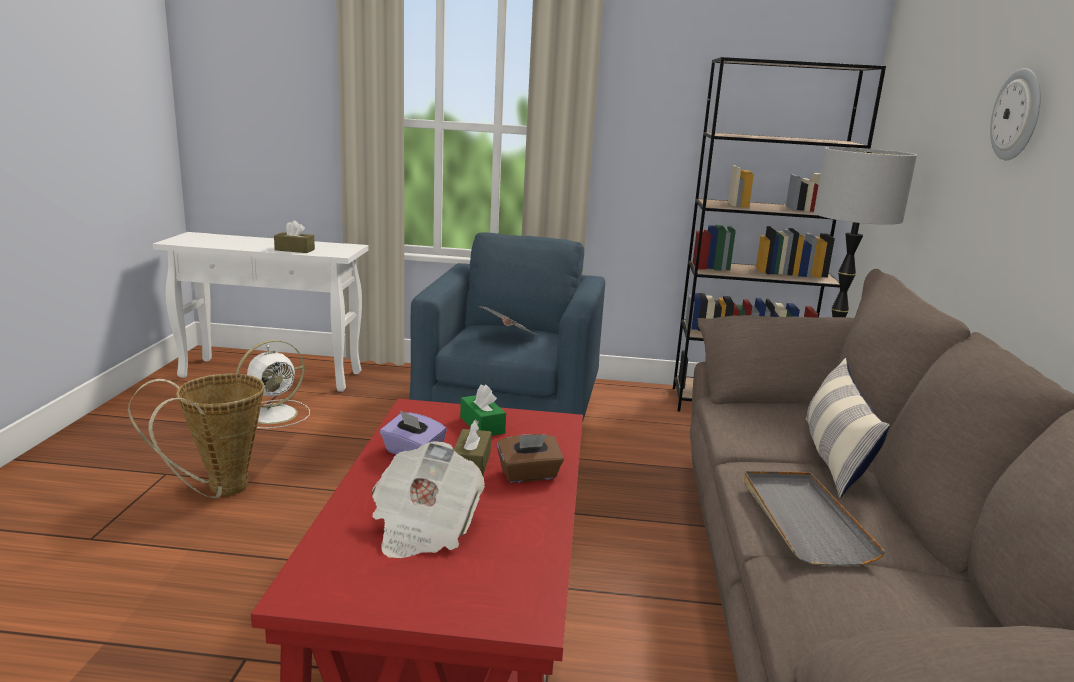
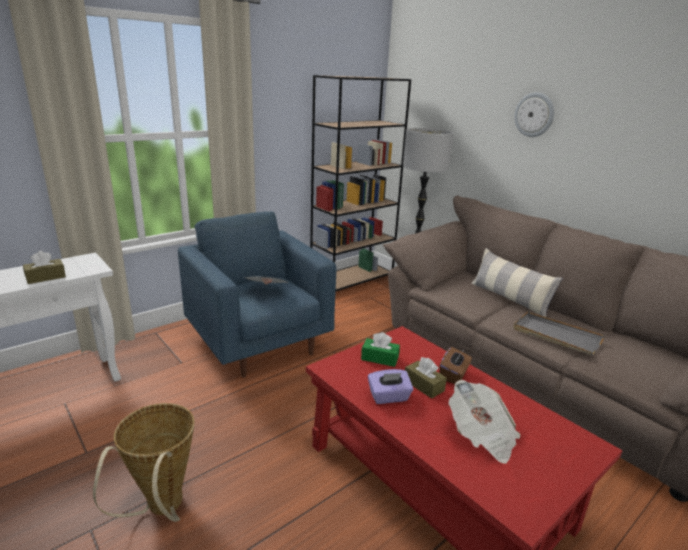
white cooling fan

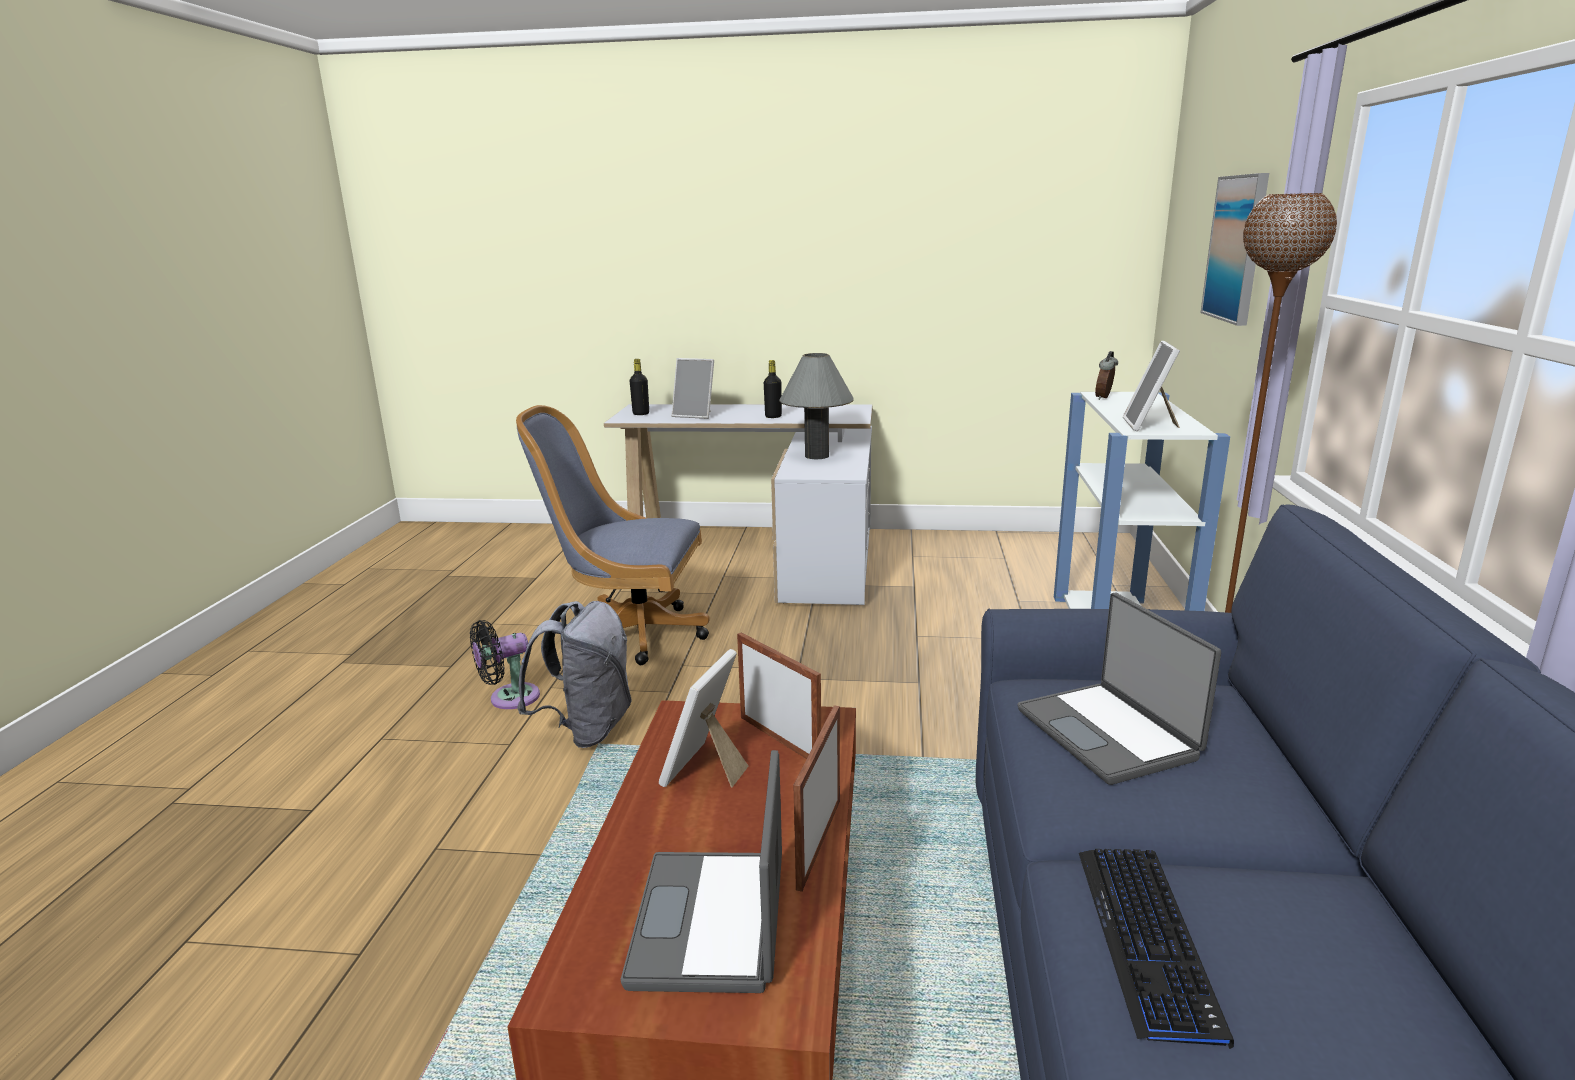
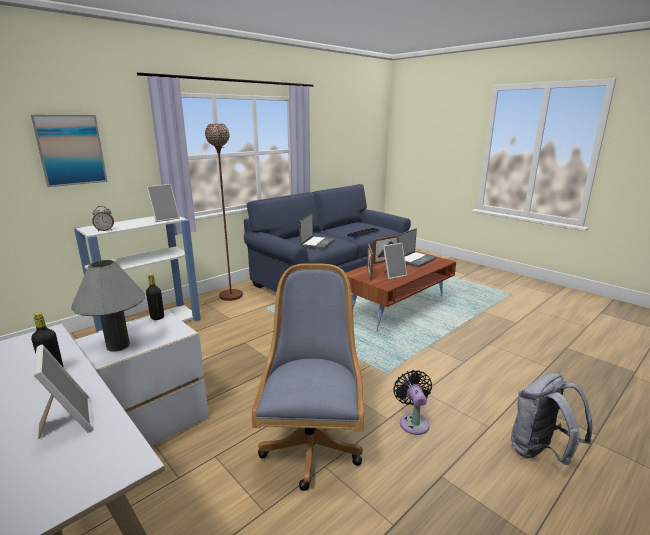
gray knapsack
blackish beverage bottle (2nd from left)
blackish cooling fan
blue computer chair

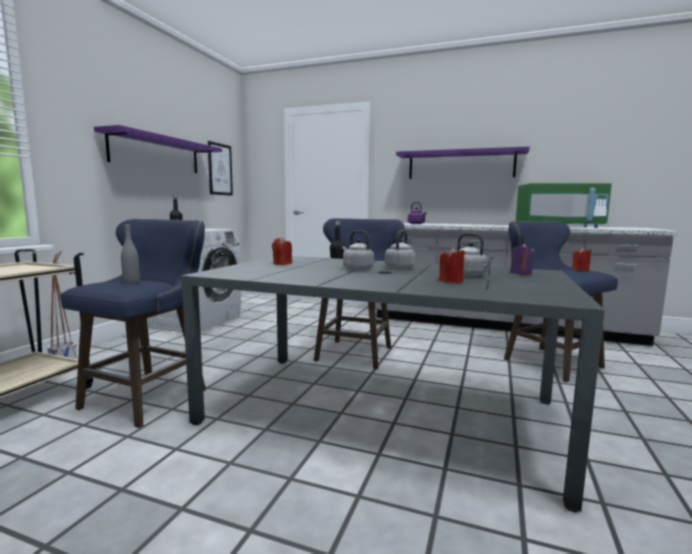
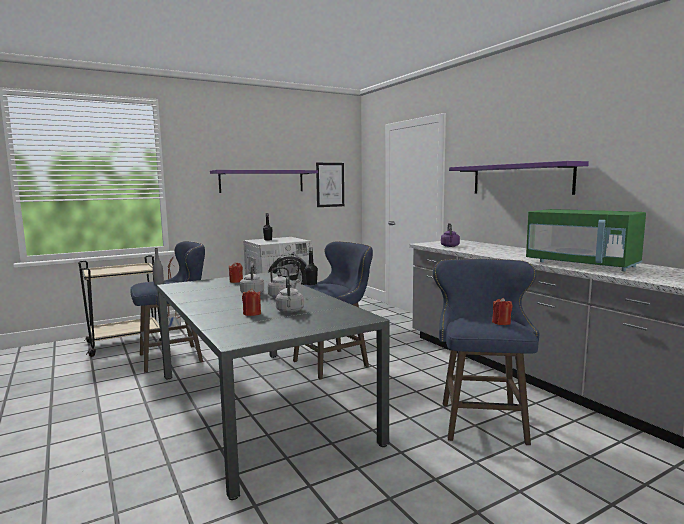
purple wax light

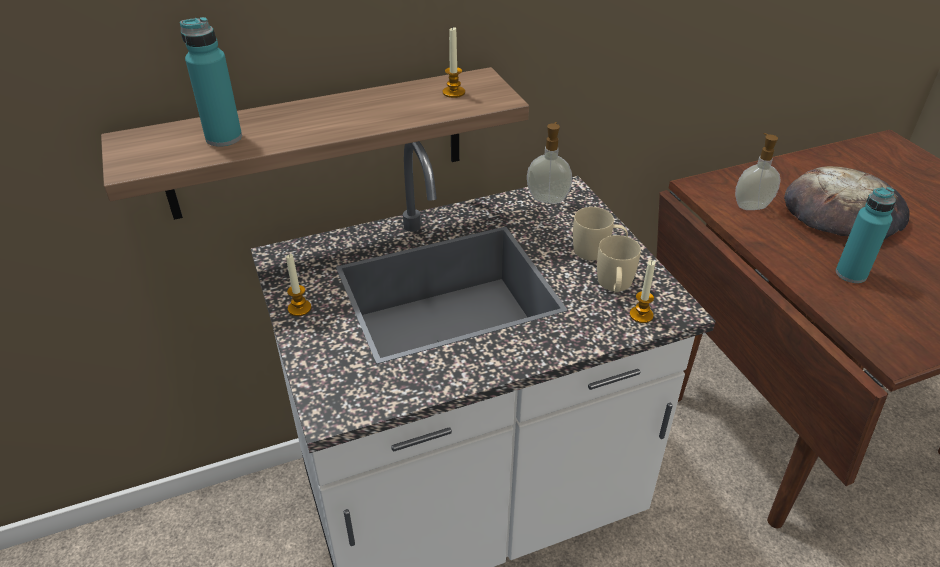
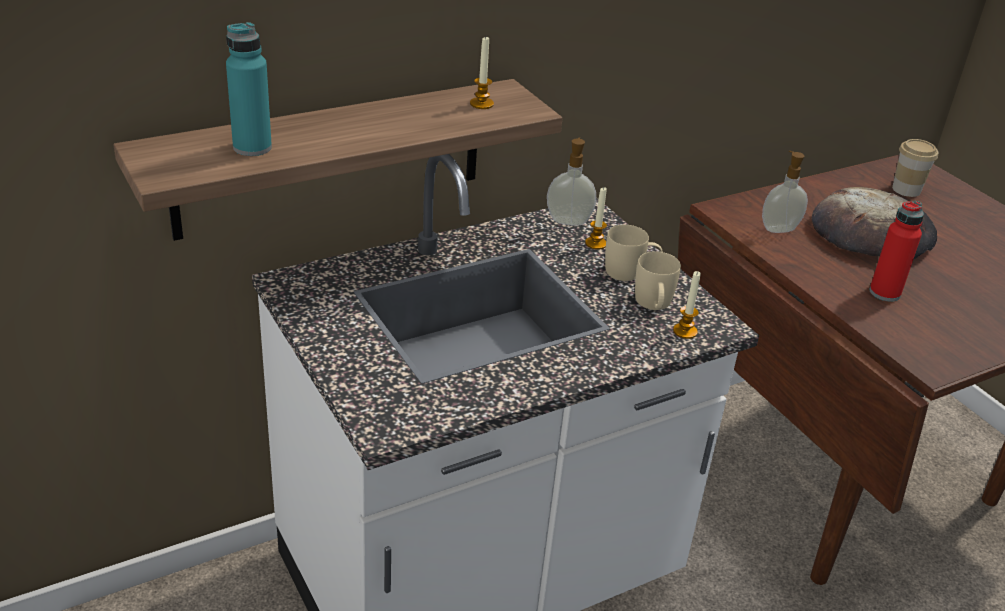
cup
wax light (2nd from left)
reddish beverage bottle

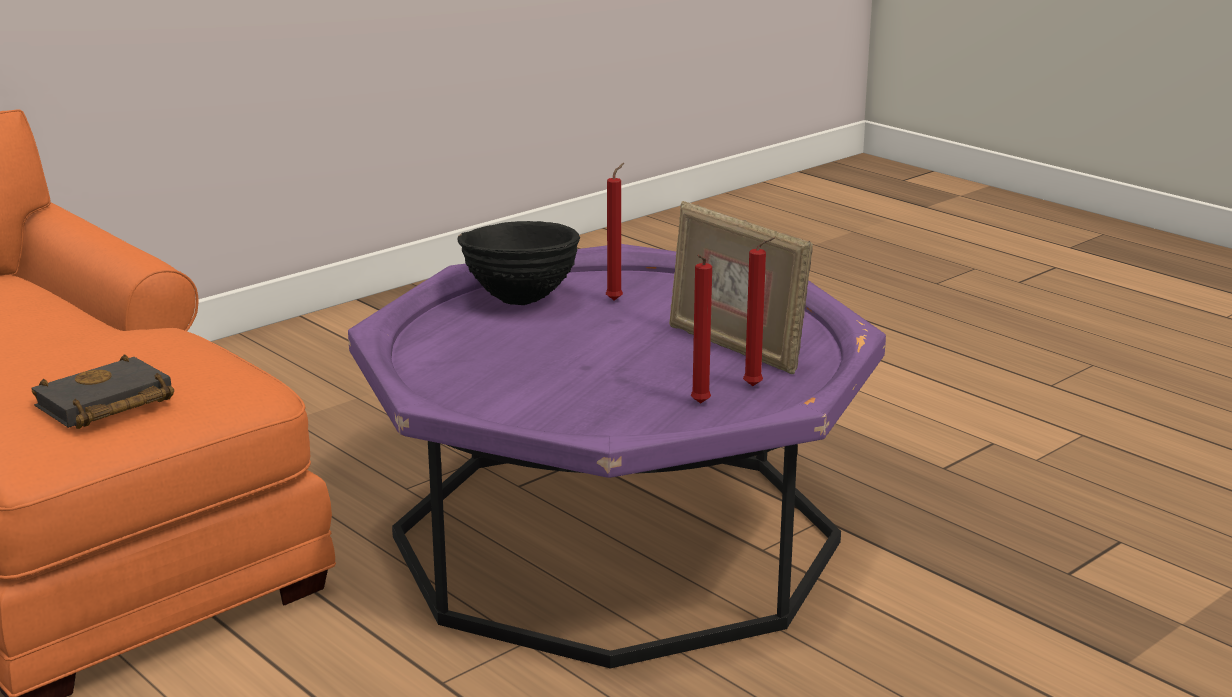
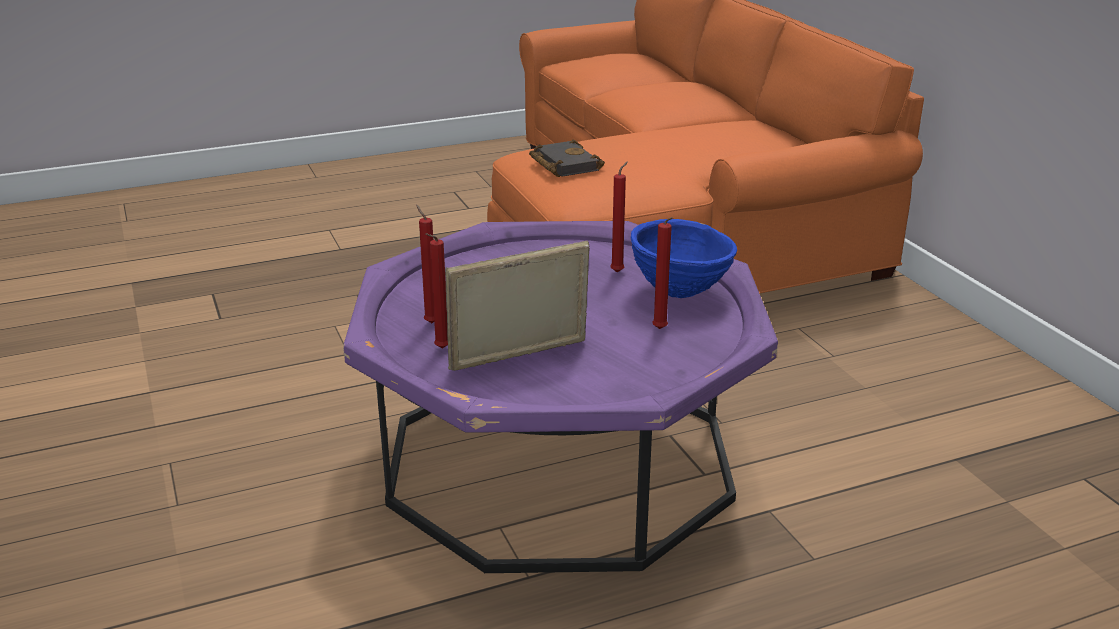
reddish wax light (3rd from left)
blue serving bowl

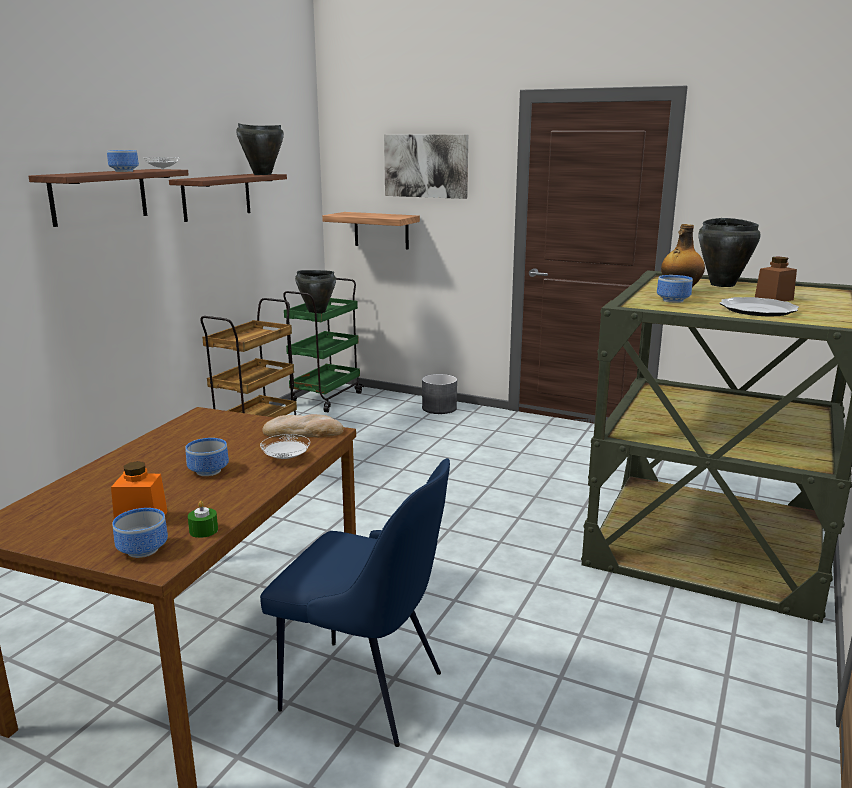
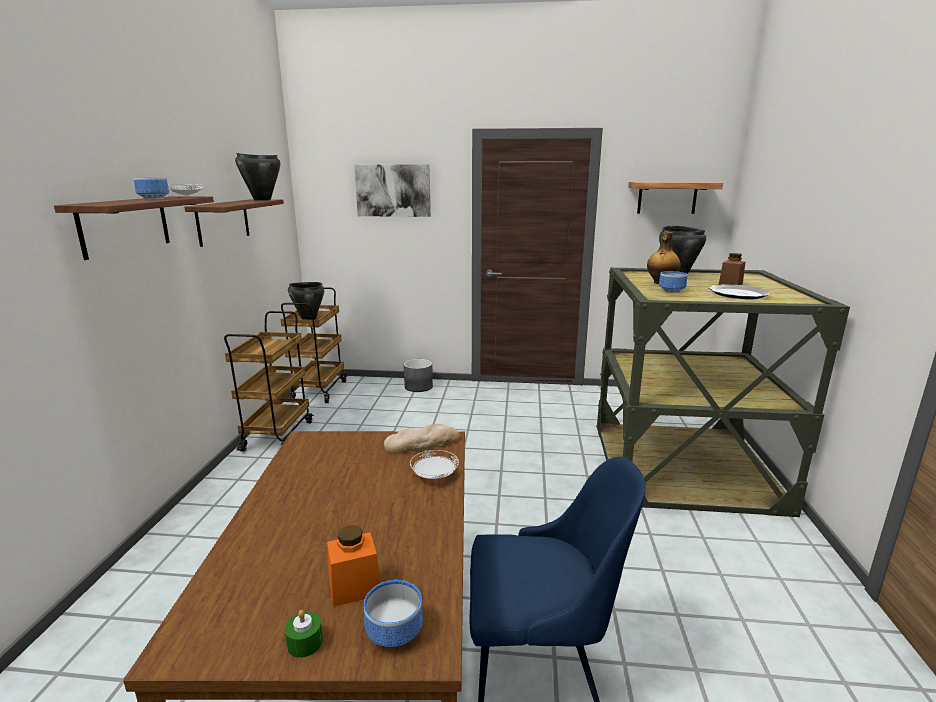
serving bowl (3rd from left in the first image)
greenish wax light
wall shelf (3rd from left)
brownish trolley (2nd from left)

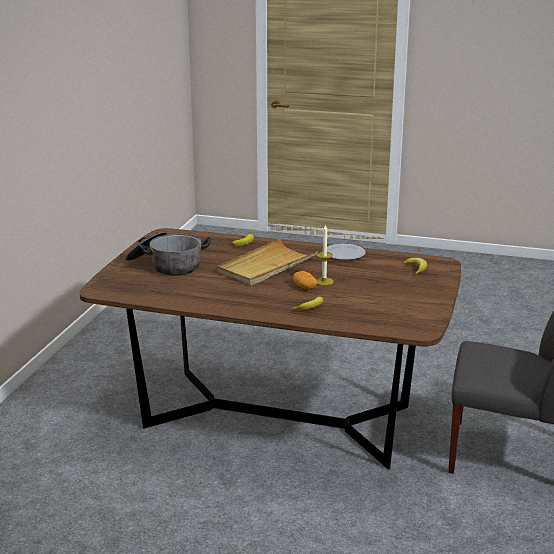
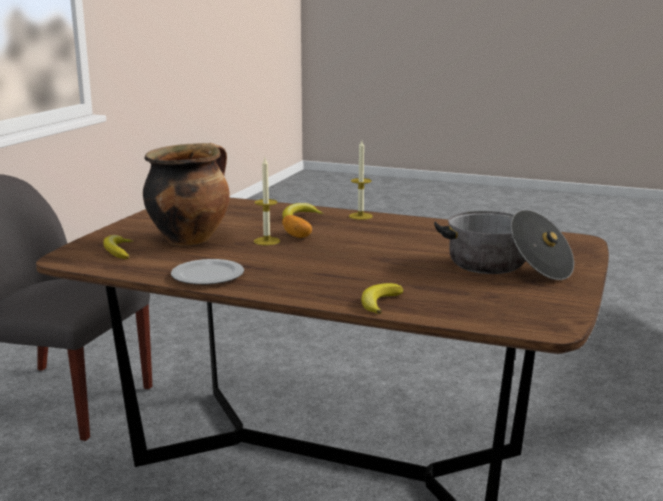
beige serving tray
saucepot (1st from left)
wax light (2nd from left)

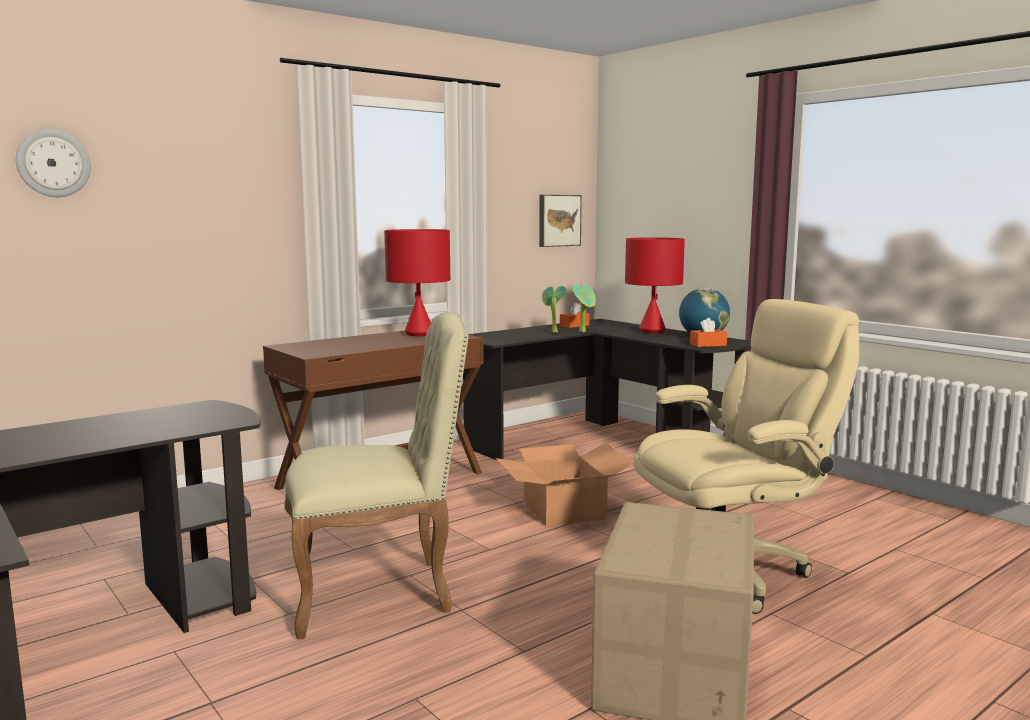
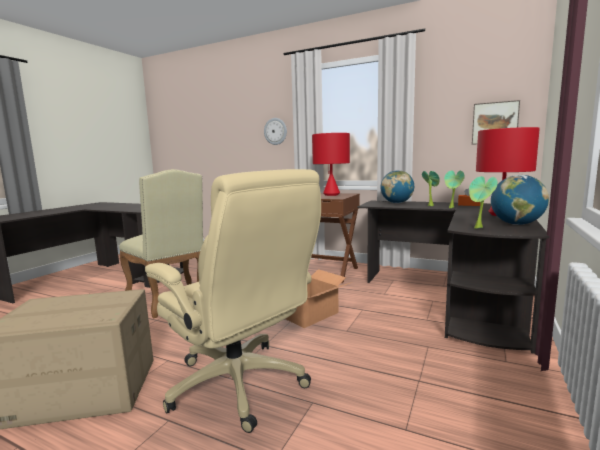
world globe (1st from left)
clock on the wall
plant in a pot (3rd from left)

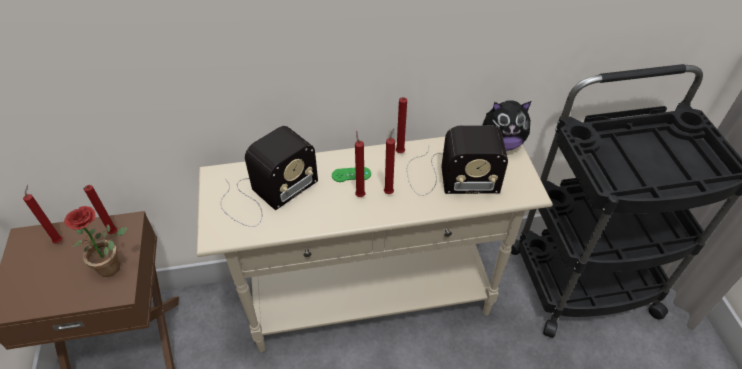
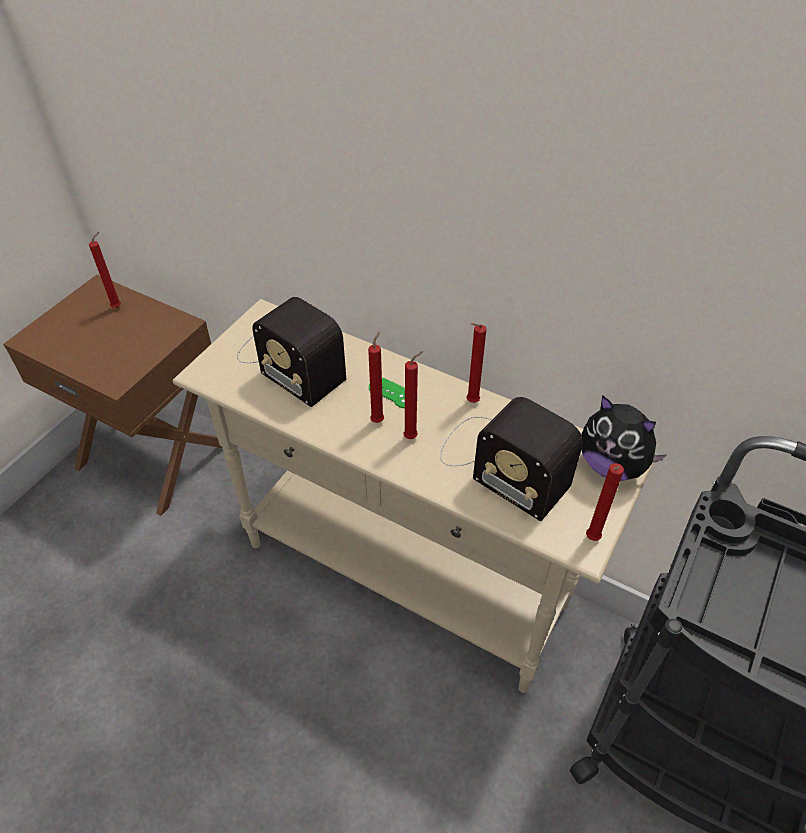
plant in a pot
reddish wax light (5th from left)
radio set (1st from left)

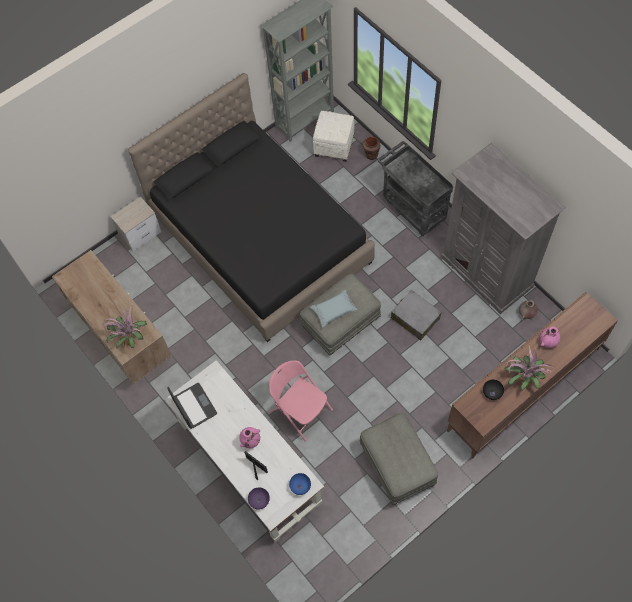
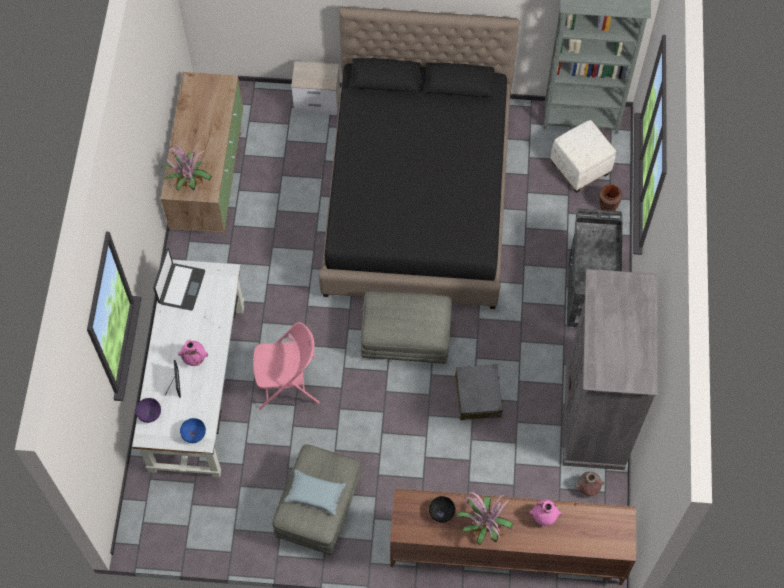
blue cushion
pinkish upright chair

